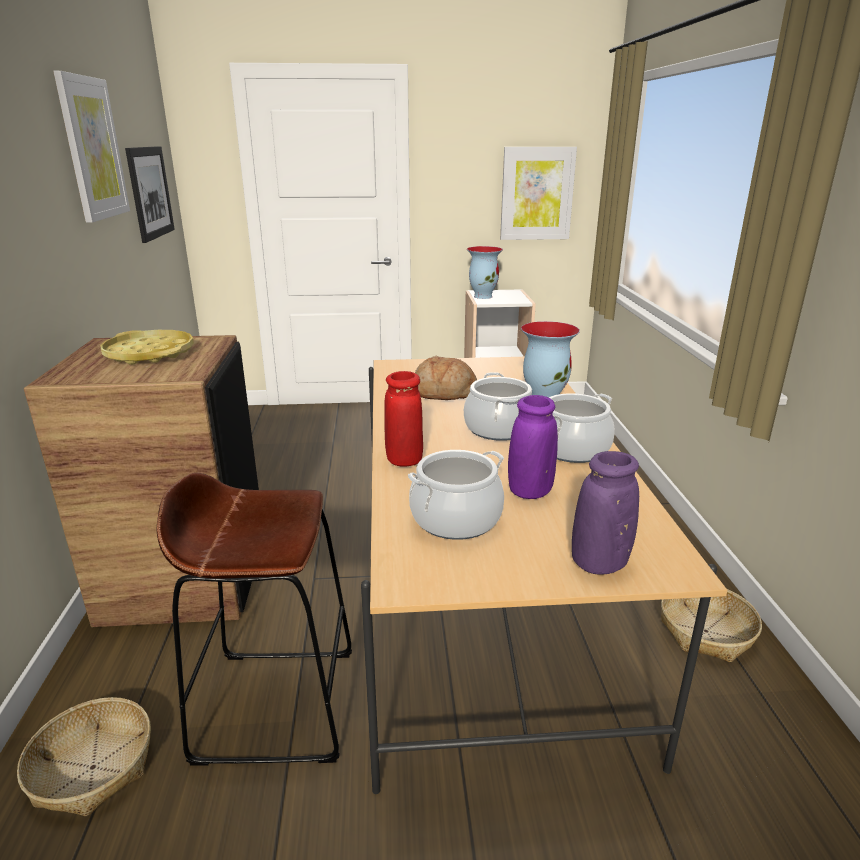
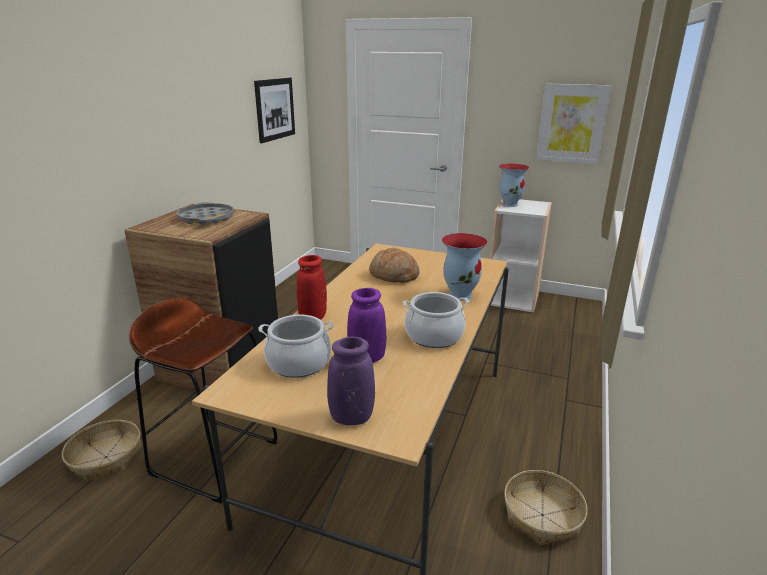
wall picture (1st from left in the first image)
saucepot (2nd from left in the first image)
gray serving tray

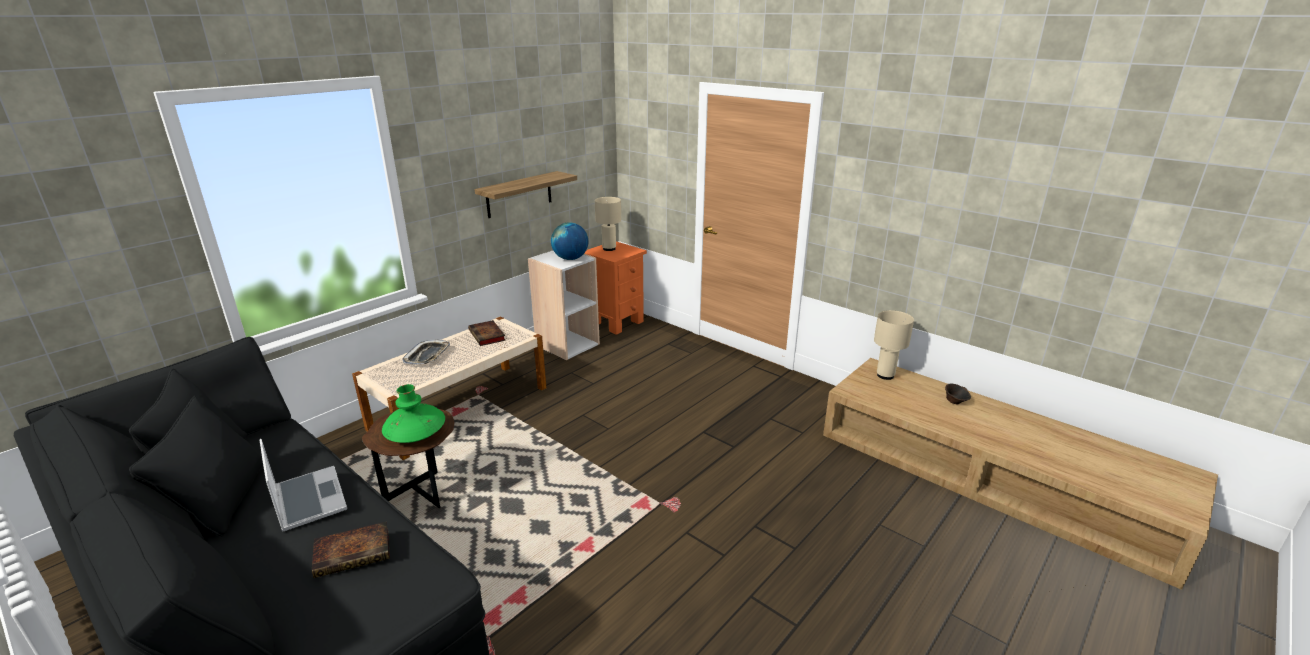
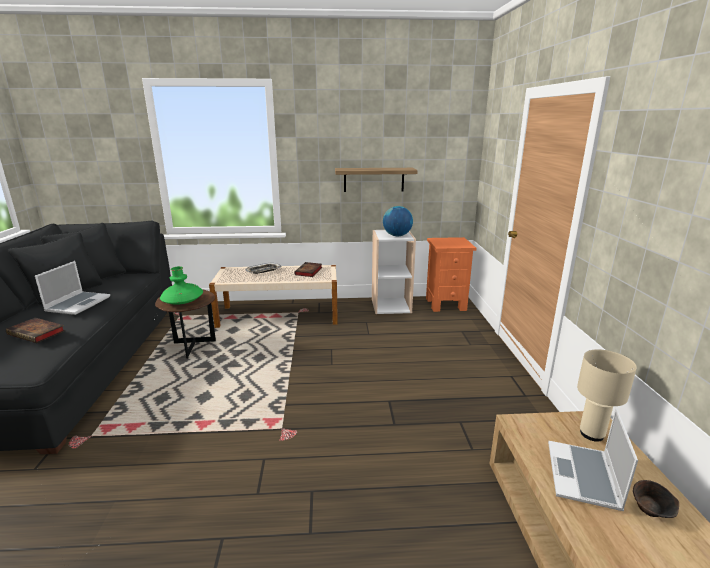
beige lamp for a table (1st from left in the first image)
portable computer (2nd from left)

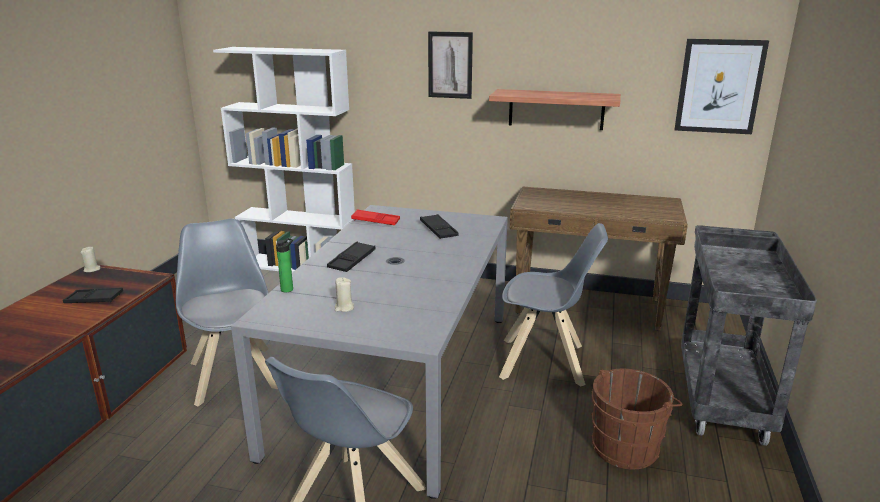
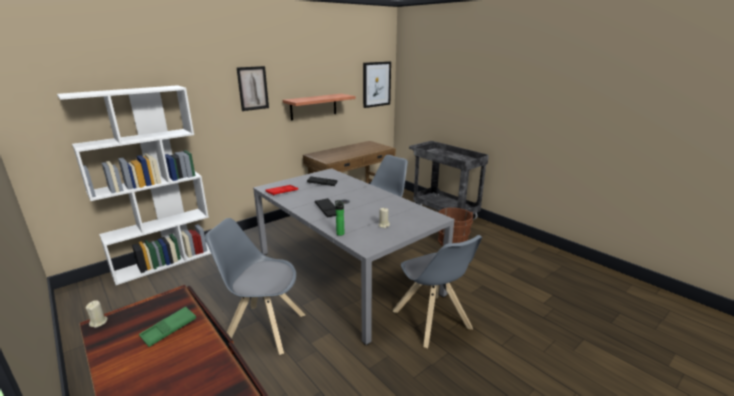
greenish serving tray

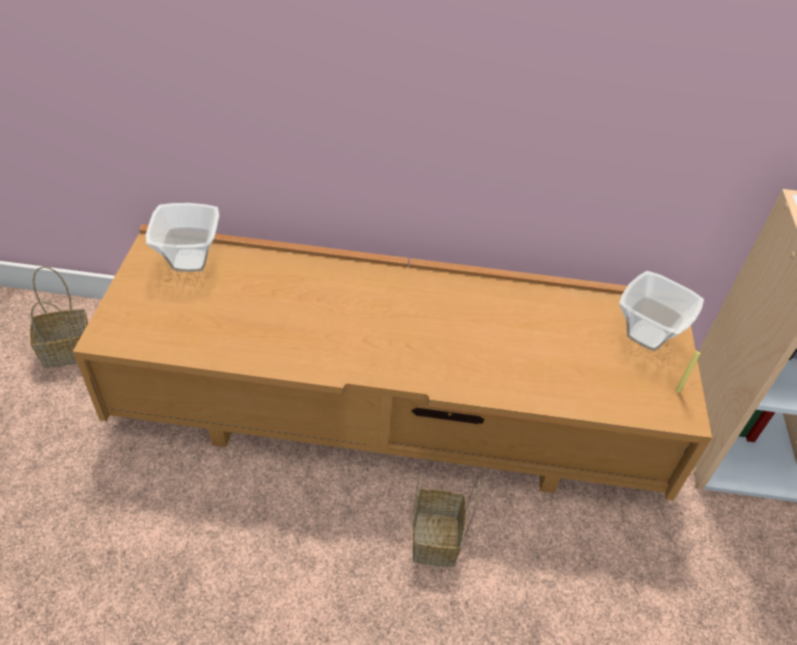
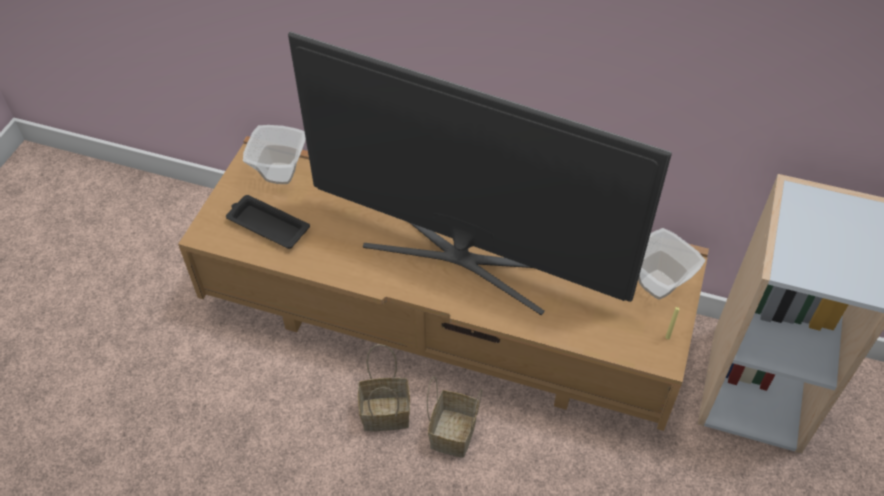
blackish serving tray
TV
household basket (1st from left)

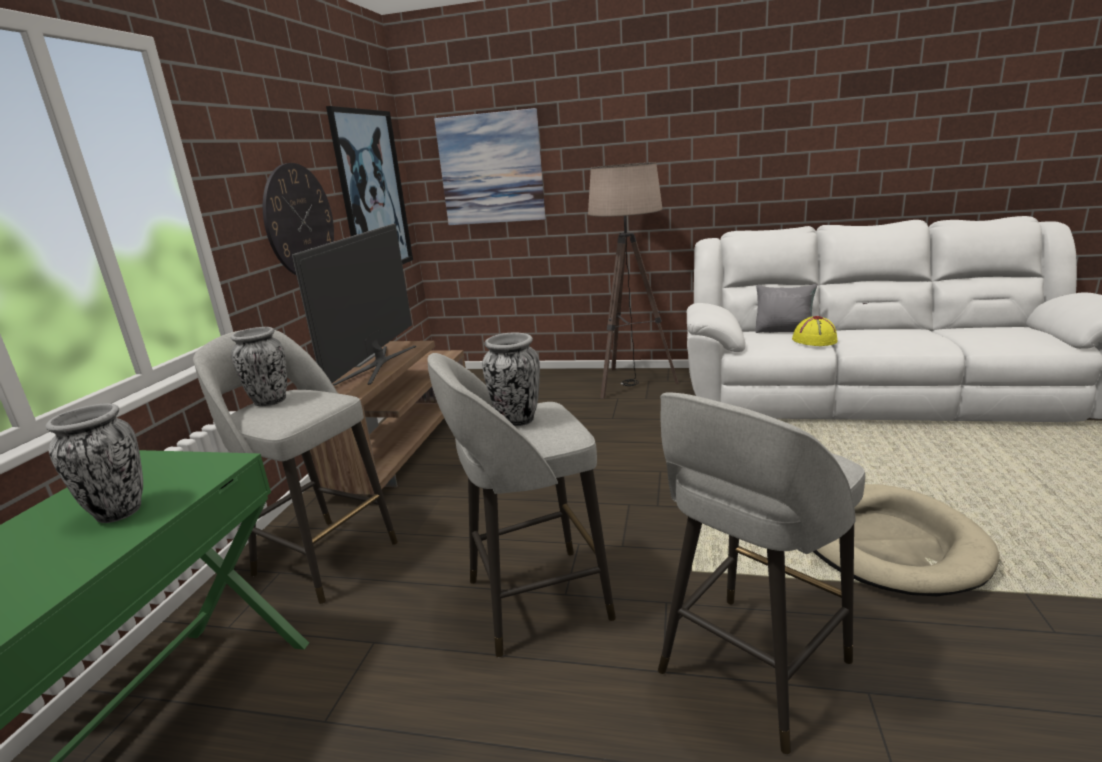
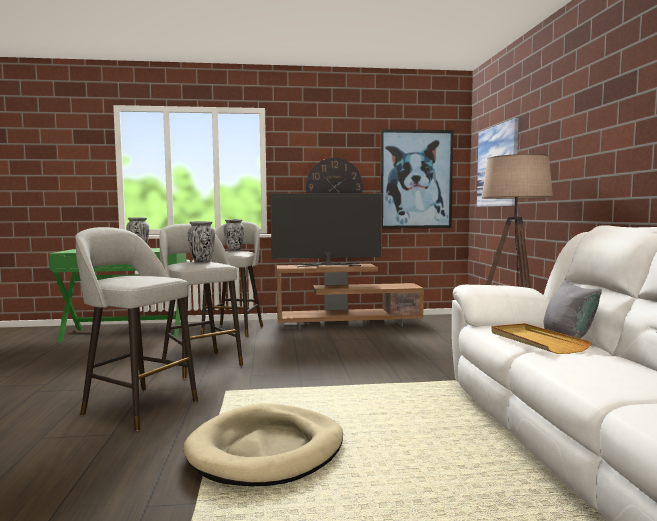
beige serving tray

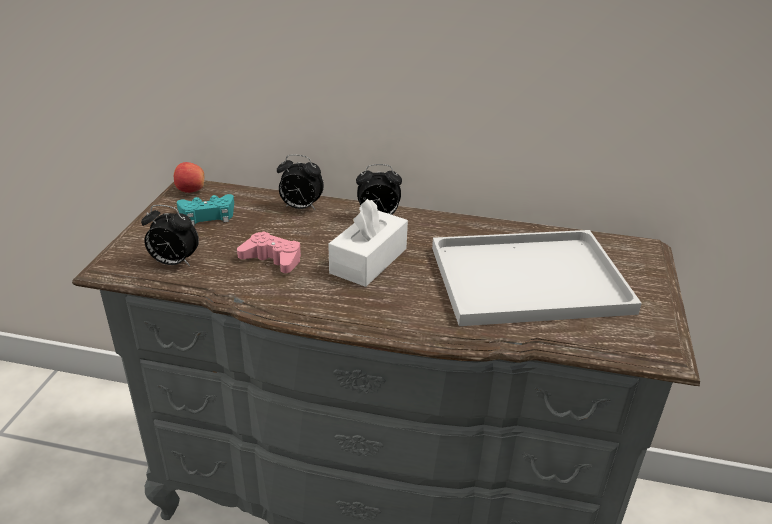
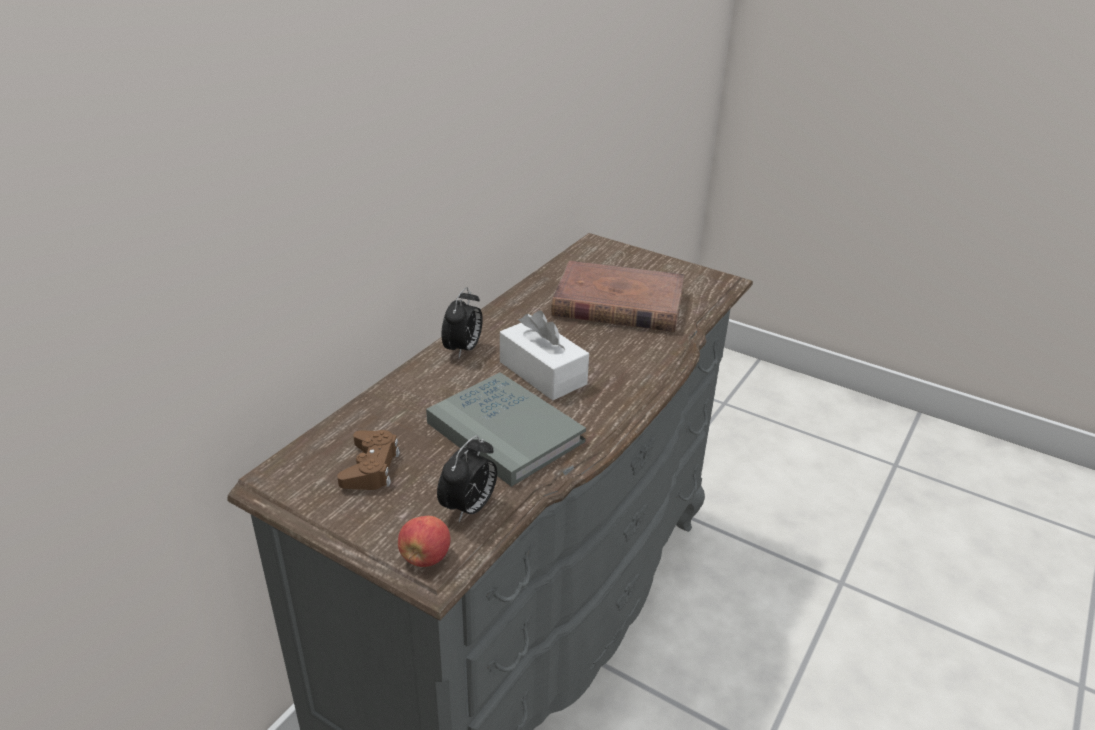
bedside clock (2nd from left in the first image)
whole apple
gray bound book
brownish bound book
brownish joypad

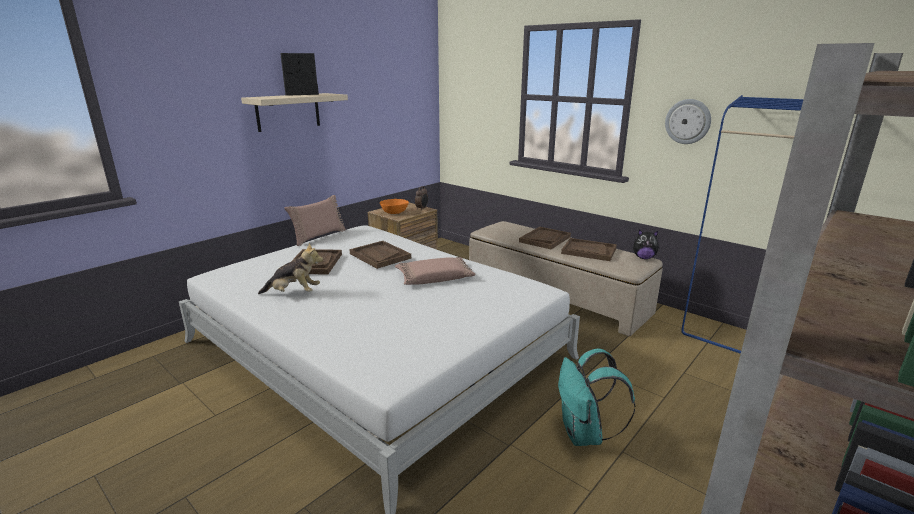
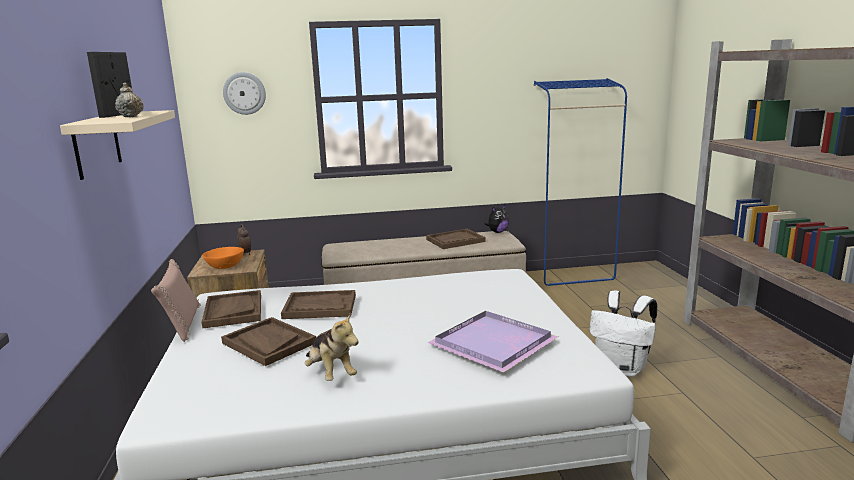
beige cushion (2nd from left in the first image)
beige tea pot
purple serving tray
brownish serving tray (1st from left)
clock on the wall
white knapsack
cuddly toy (1st from left)

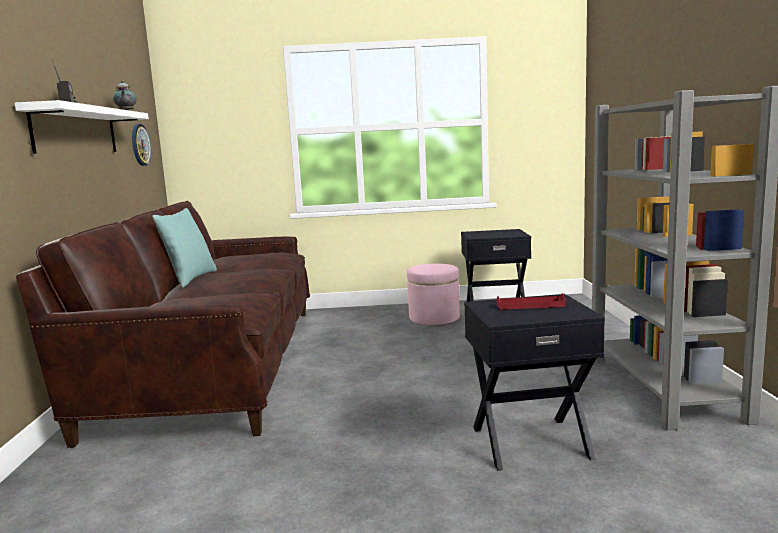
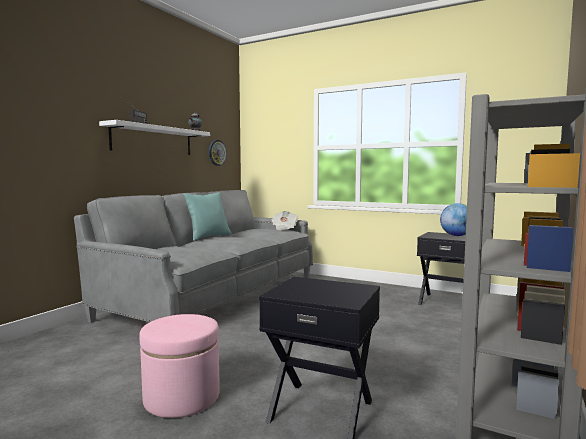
reddish serving tray
newspaper
world globe
pinkish pouffe
gray couch

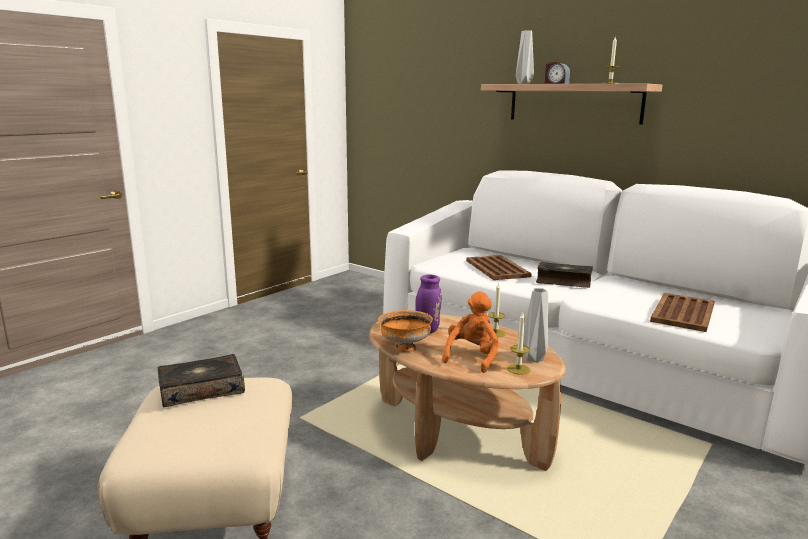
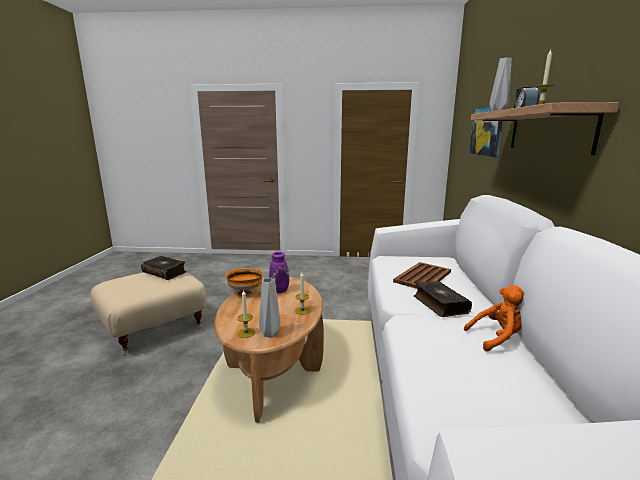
brownish serving tray (2nd from left in the first image)
wall picture
orangey cuddly toy

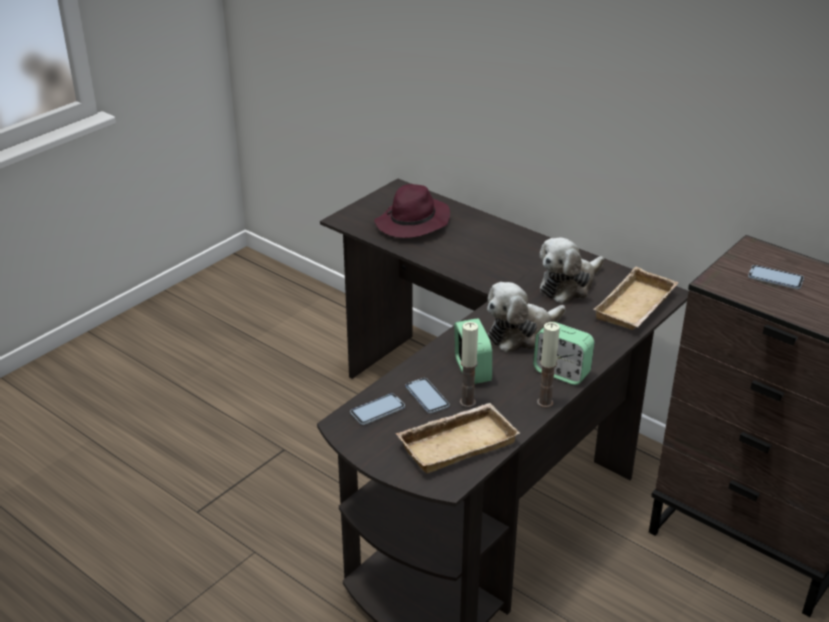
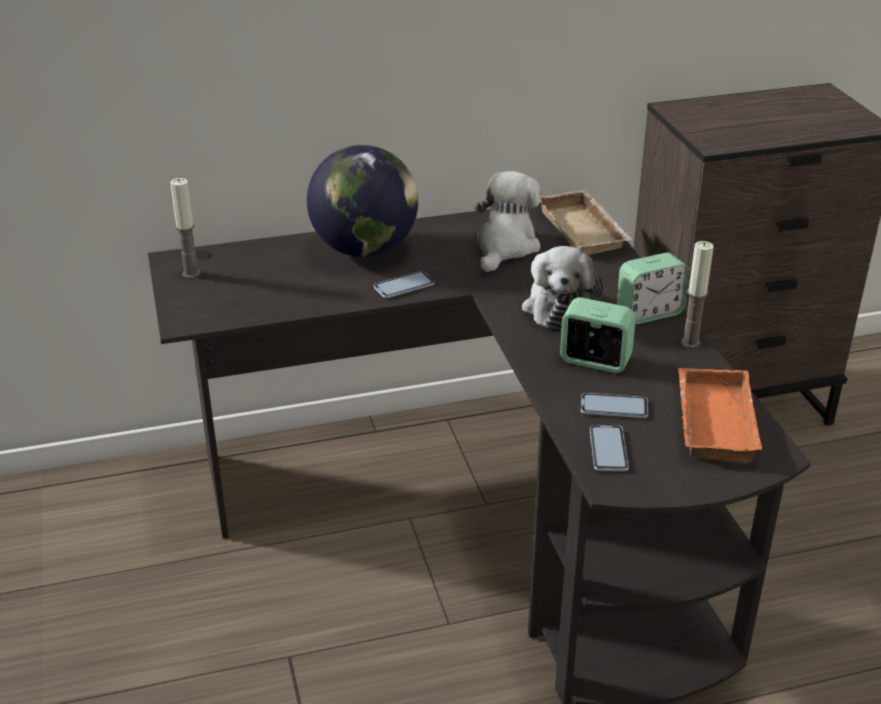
purple wearable hat
world globe
wax light (1st from left)
telephone (1st from left)
orangey serving tray
cuddly toy (1st from left)

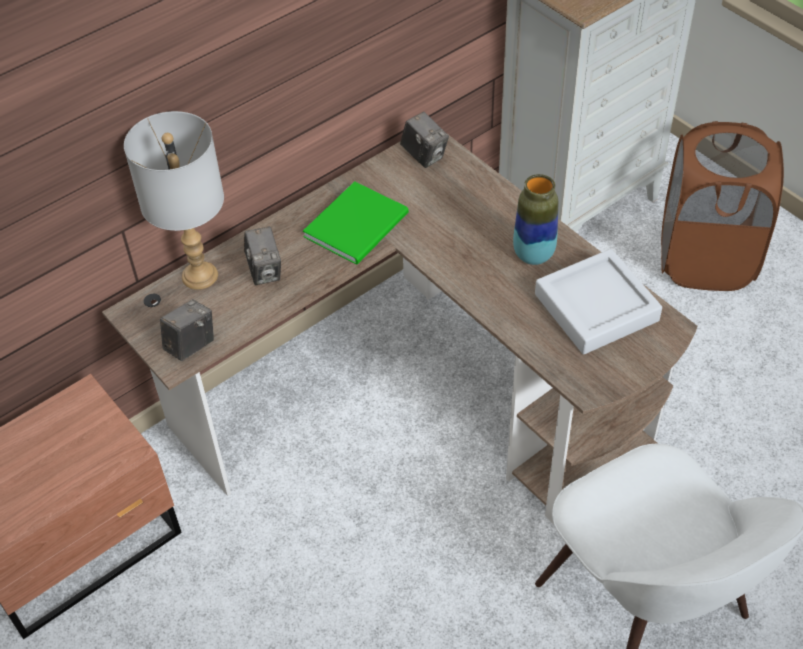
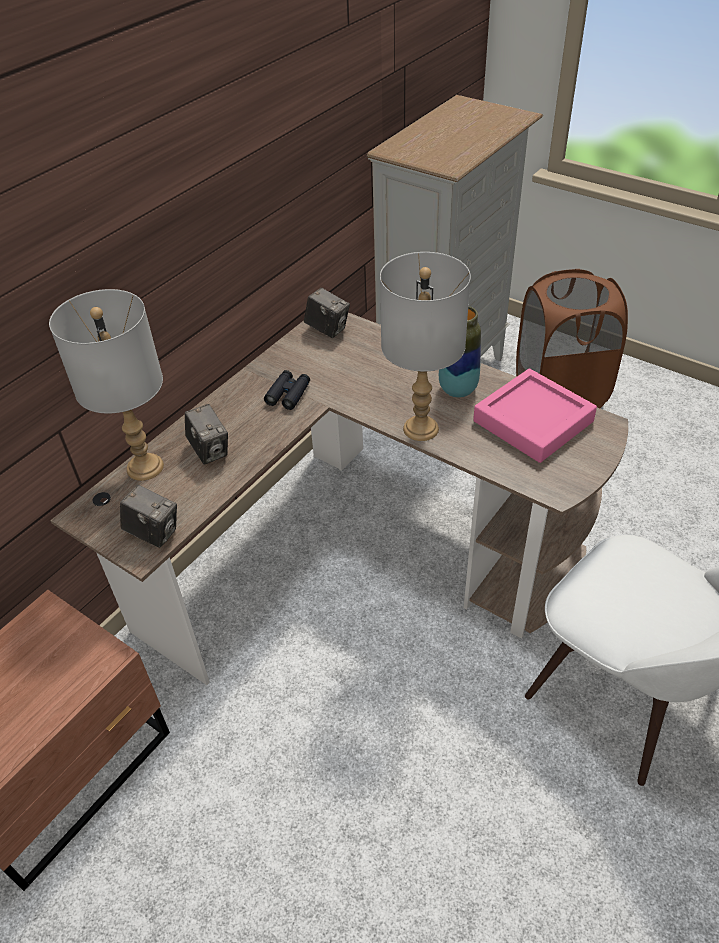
gray lamp for a table (2nd from left)
blackish binoculars
pinkish serving tray
still camera (1st from left)

